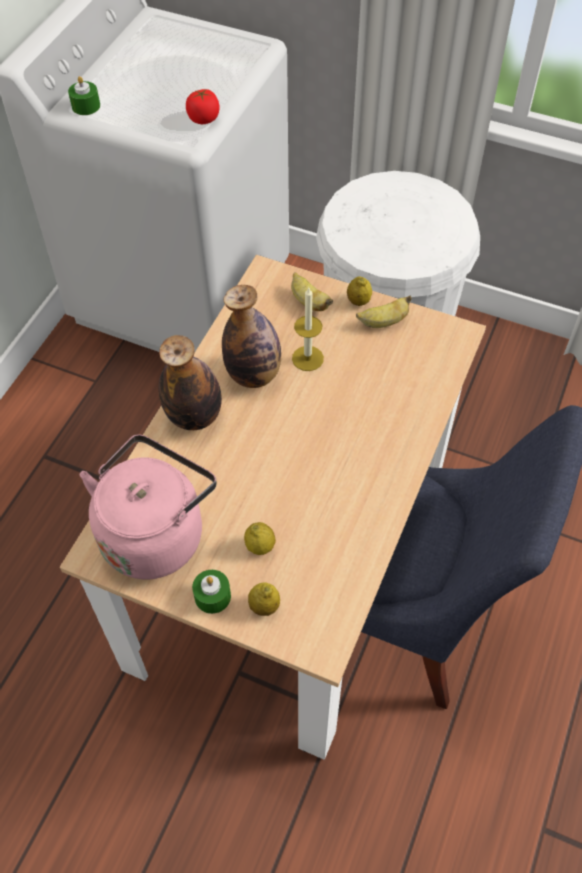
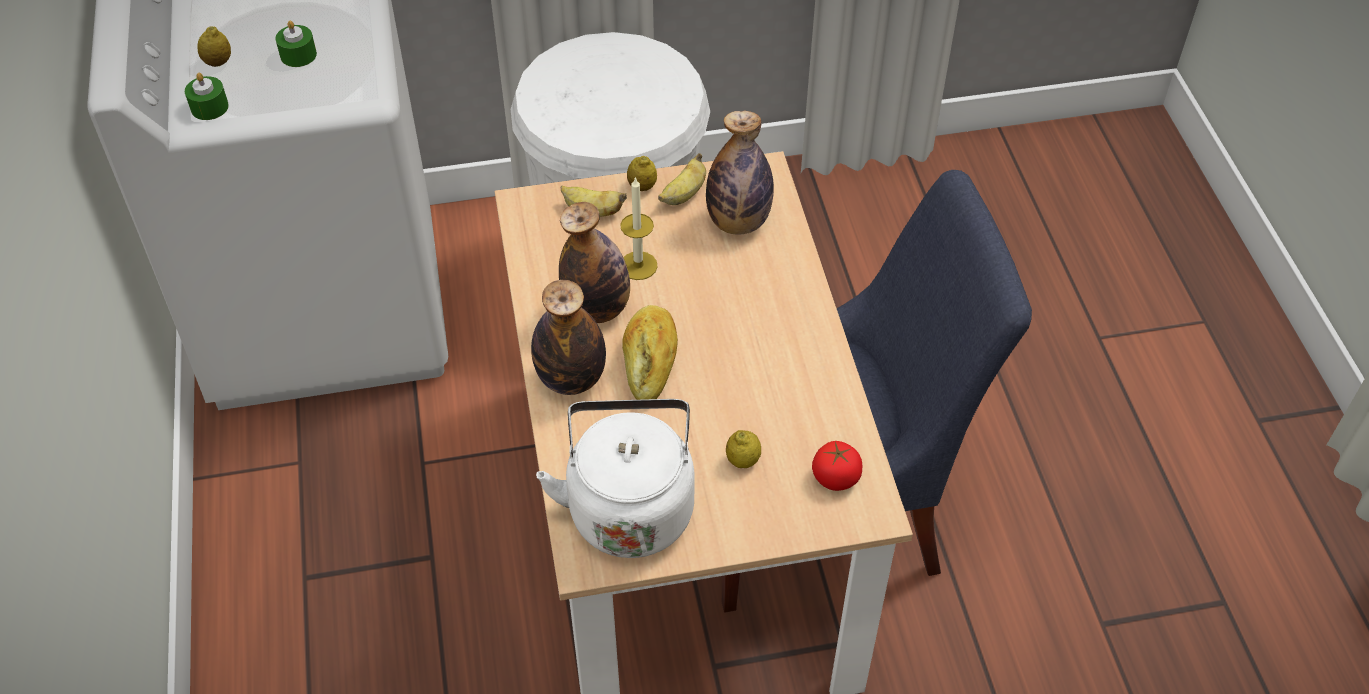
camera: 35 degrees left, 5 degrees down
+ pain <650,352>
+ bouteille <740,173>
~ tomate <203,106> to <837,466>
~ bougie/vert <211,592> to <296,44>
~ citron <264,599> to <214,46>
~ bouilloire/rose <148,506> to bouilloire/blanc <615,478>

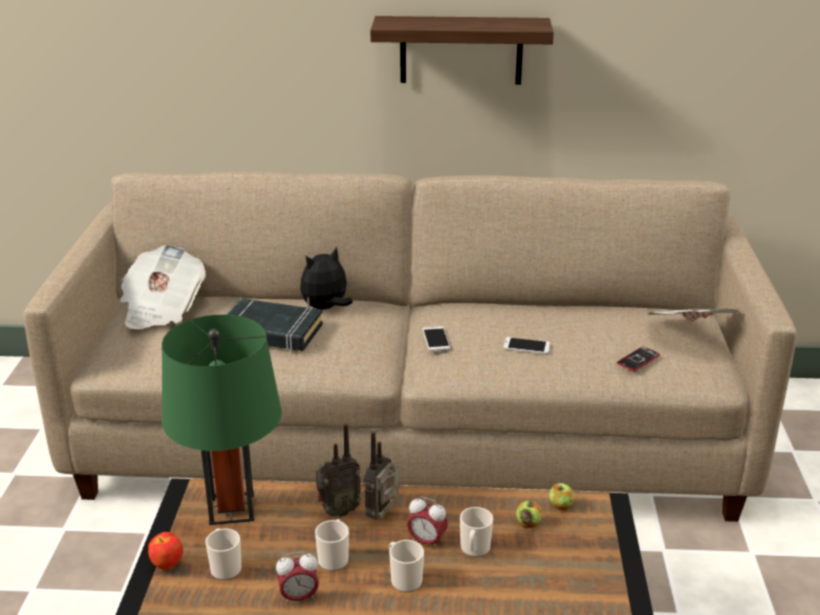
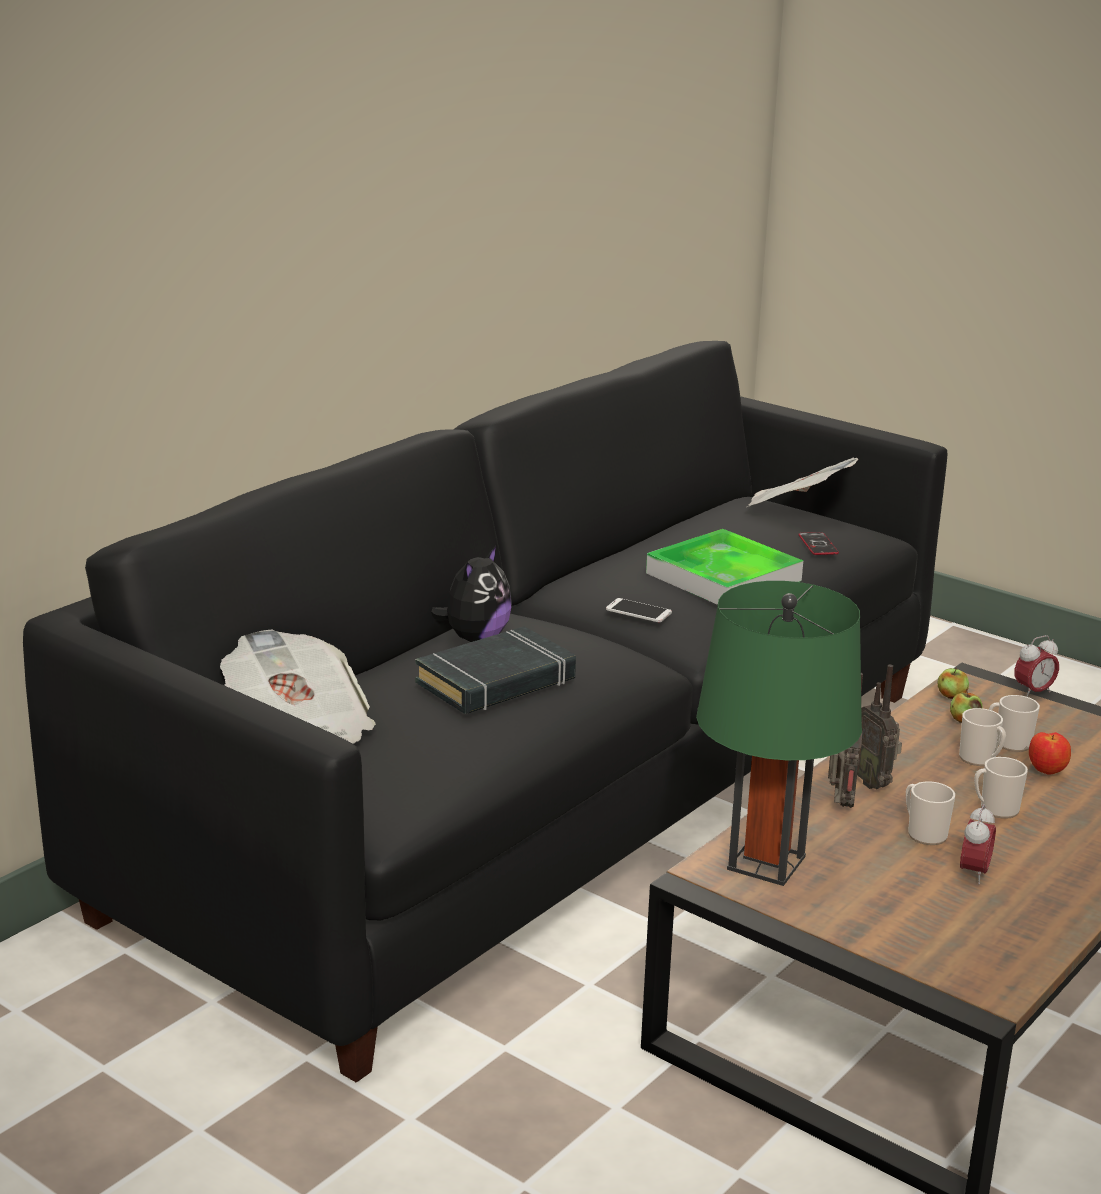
camera: 55 degrees left, 5 degrees down
- étagère <462,50>
~ pomme <165,551> to <1050,753>
~ mug <223,554> to <1014,723>
~ réveil <427,523> to <1036,666>
~ téléphone <527,345> to plateau <724,567>
~ canapé/beige <410,346> to canapé/noir <485,711>
~ peluche <326,278> = <471,593> 150 degrees counterclockwise

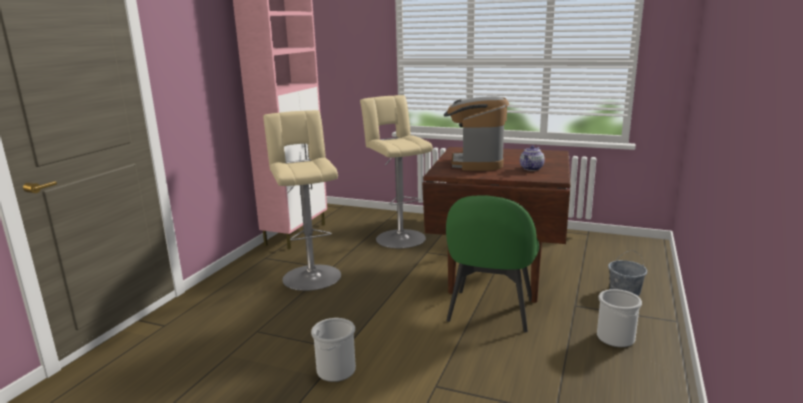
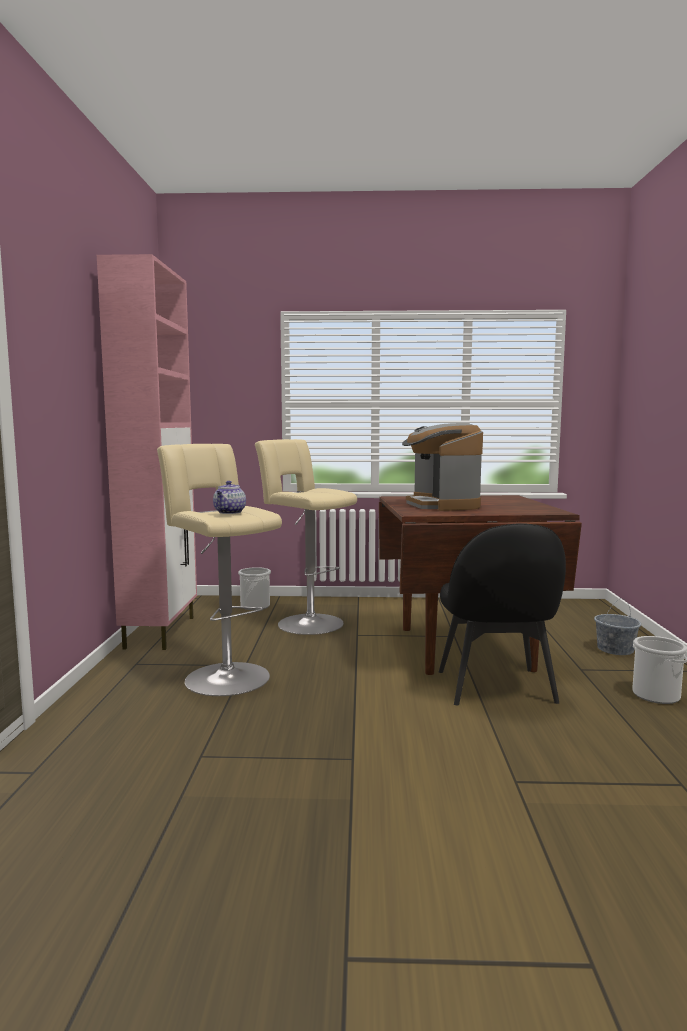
camera: 20 degrees left, 10 degrees down
~ seau <333,350> to <254,588>
~ théière <532,158> to <229,497>
~ chaise/vert <492,263> to chaise/noir <502,614>

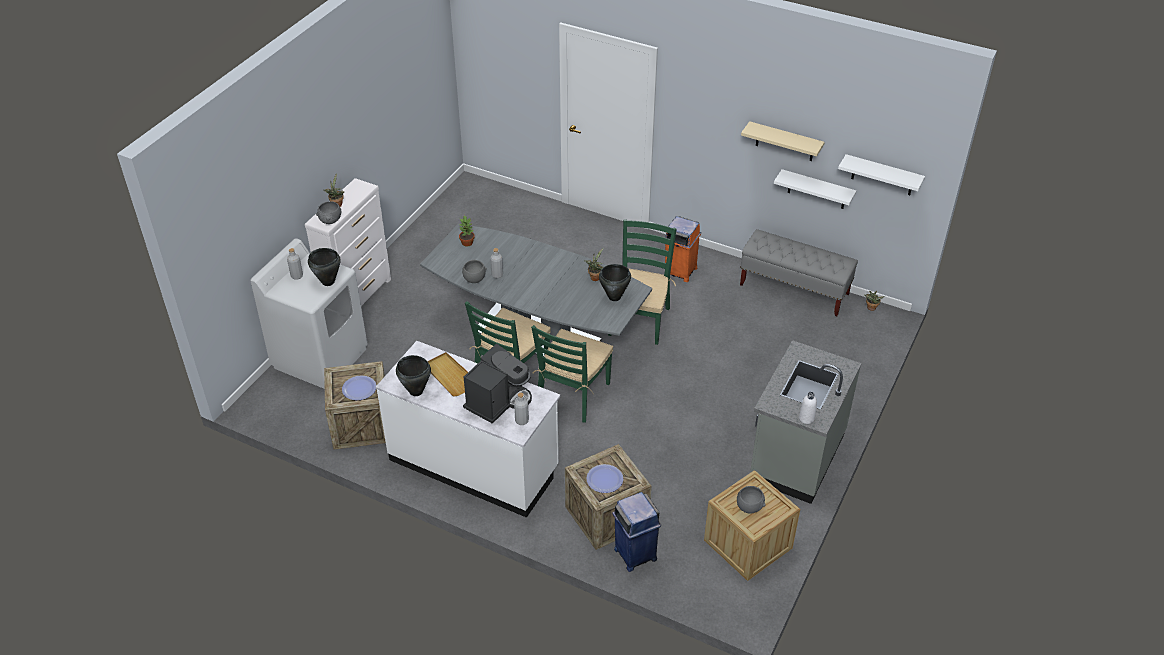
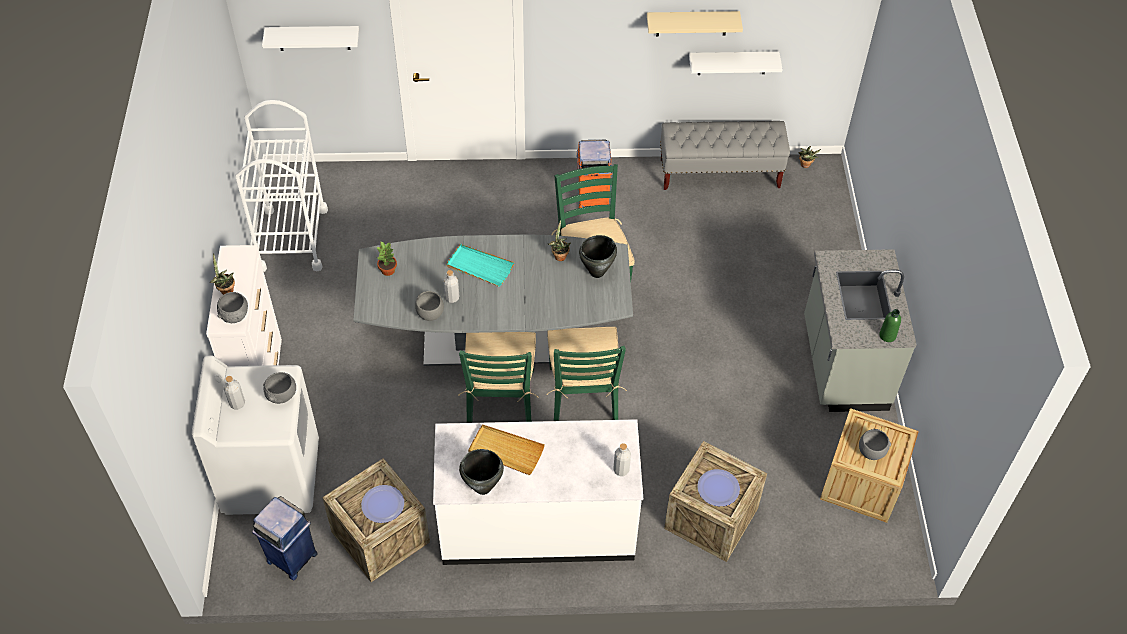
camera: 30 degrees left, 10 degrees up
- machine à café <497,384>
+ chariot/blanc <281,186>
+ plateau/turquoise <480,265>
~ poubelle/bleu <636,532> to <285,538>
~ étagère/blanc <881,174> to <310,38>
~ marmite/noir <324,267> to bol/gris <279,388>
~ bouteille/blanc <808,408> to bouteille/vert <890,325>

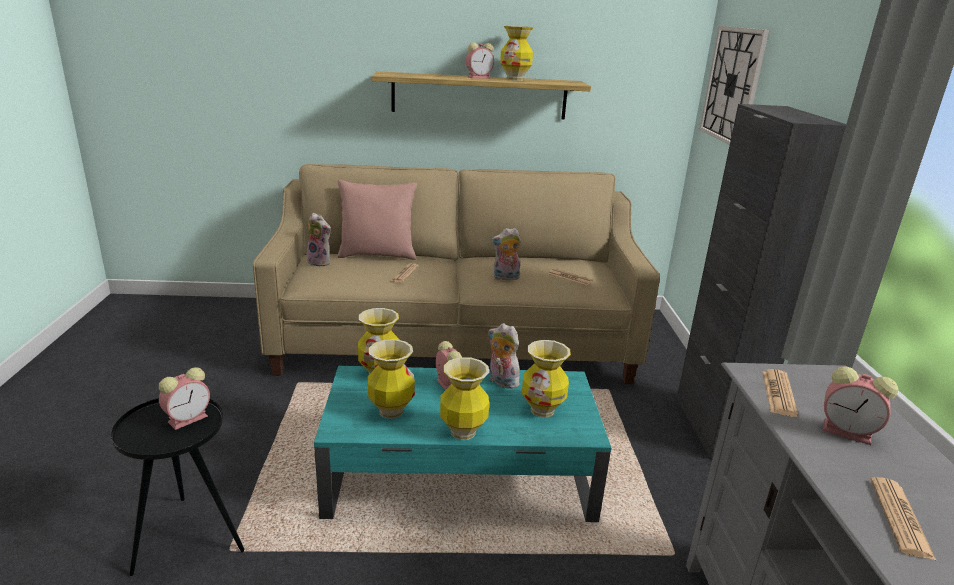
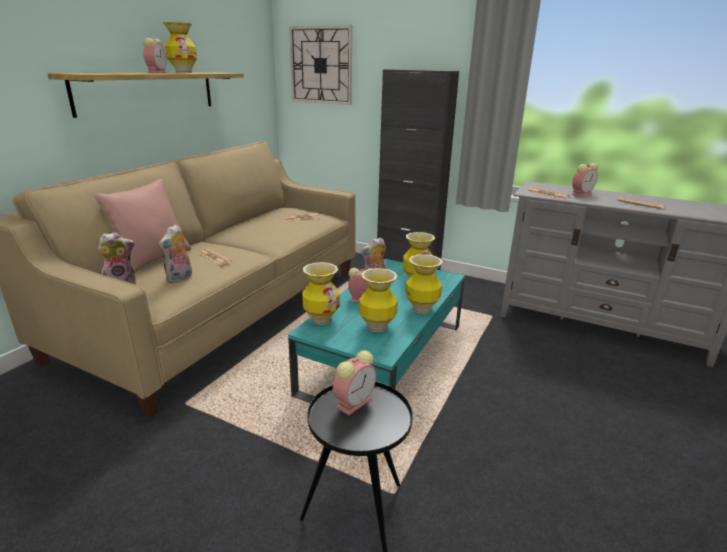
camera: 60 degrees left, 0 degrees up
~ peluche <506,254> to <175,253>
~ réveil <184,398> = <354,383> 60 degrees clockwise

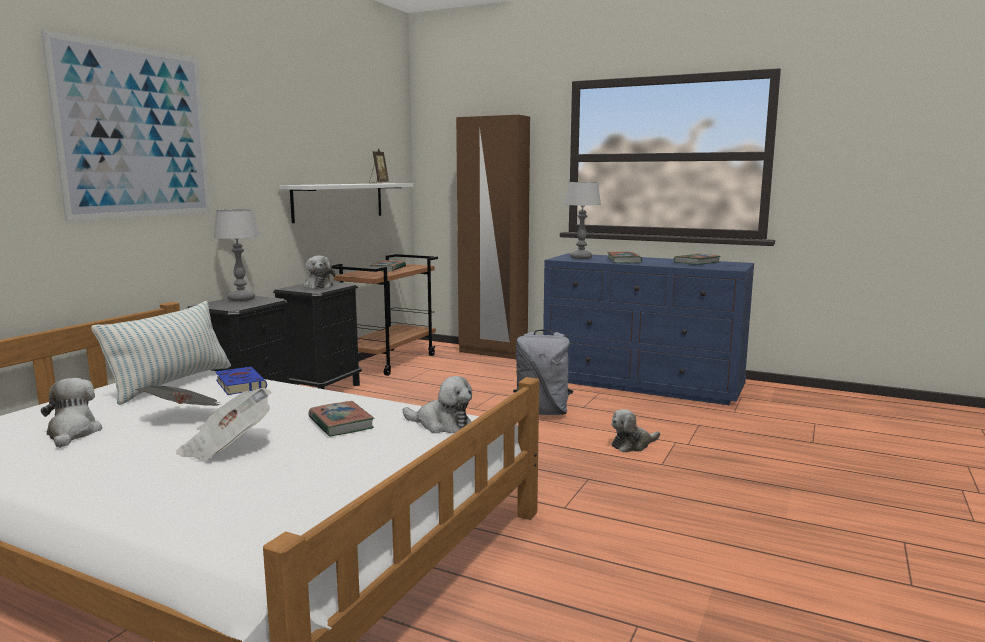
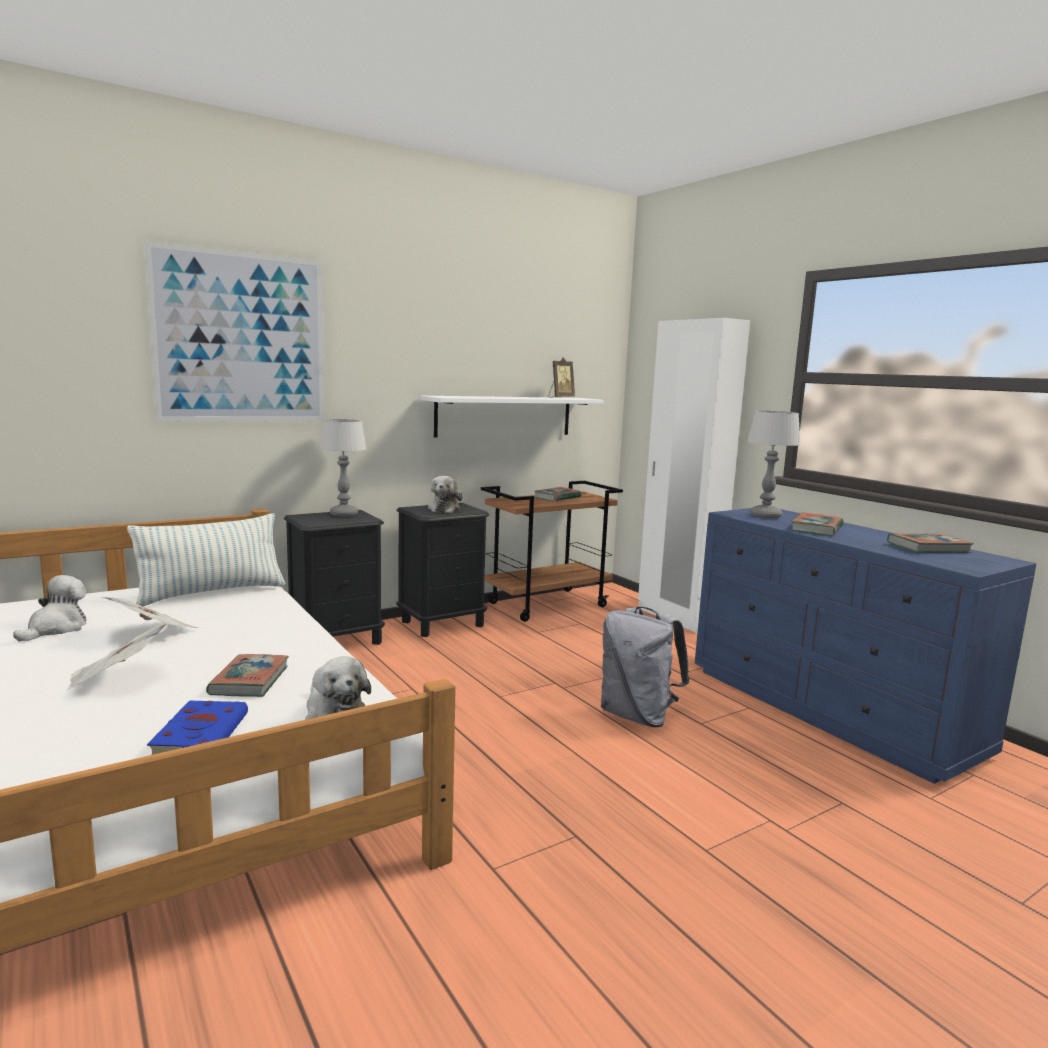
camera: 30 degrees right, 0 degrees up
- peluche <636,430>
~ livre/bleu <241,381> to <197,728>
~ armoire/marron <493,237> to armoire/blanc <694,475>

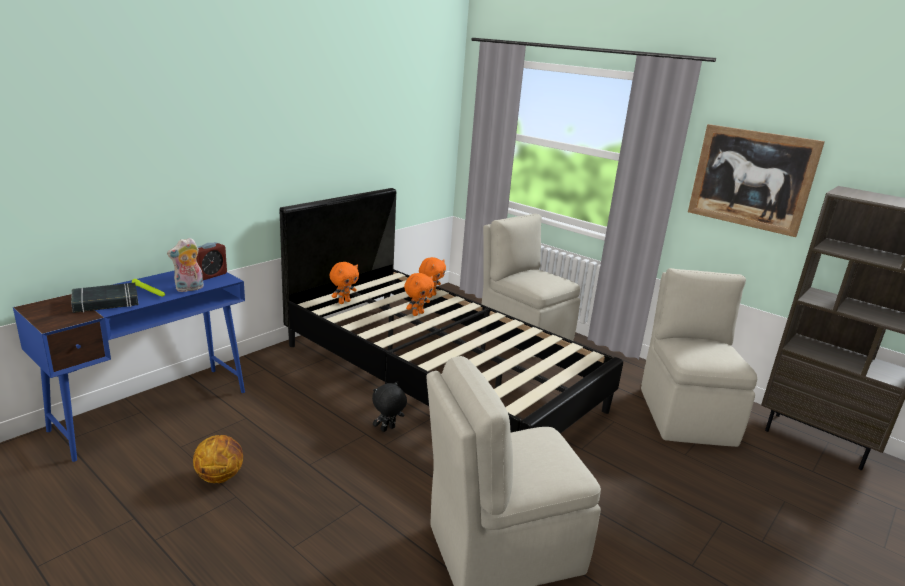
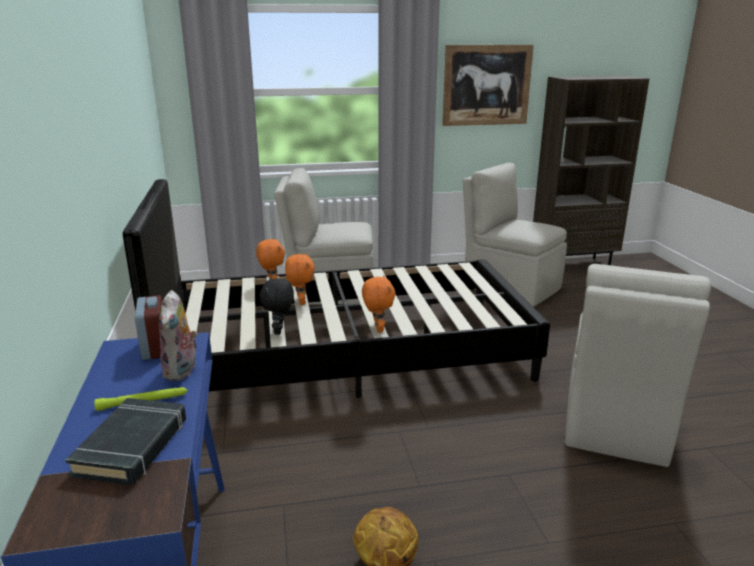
camera: 50 degrees left, 0 degrees up
~ peluche/orange <344,283> to <379,304>
~ peluche/noir <389,406> to <276,306>

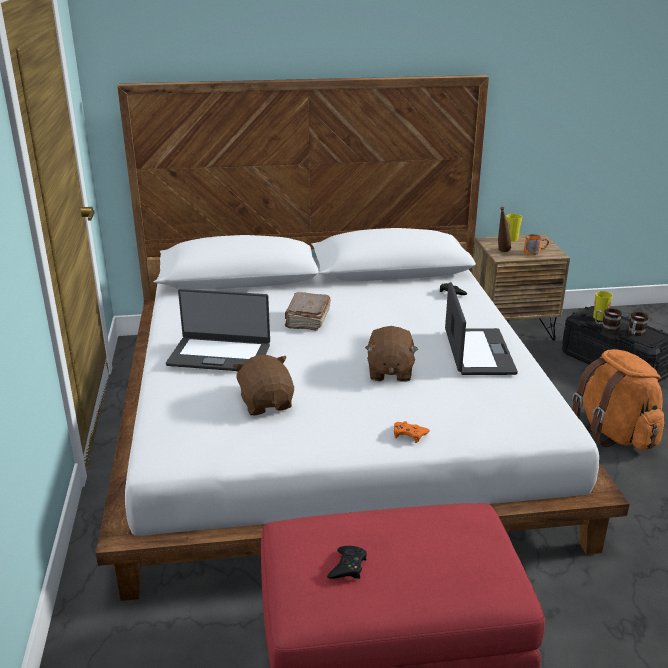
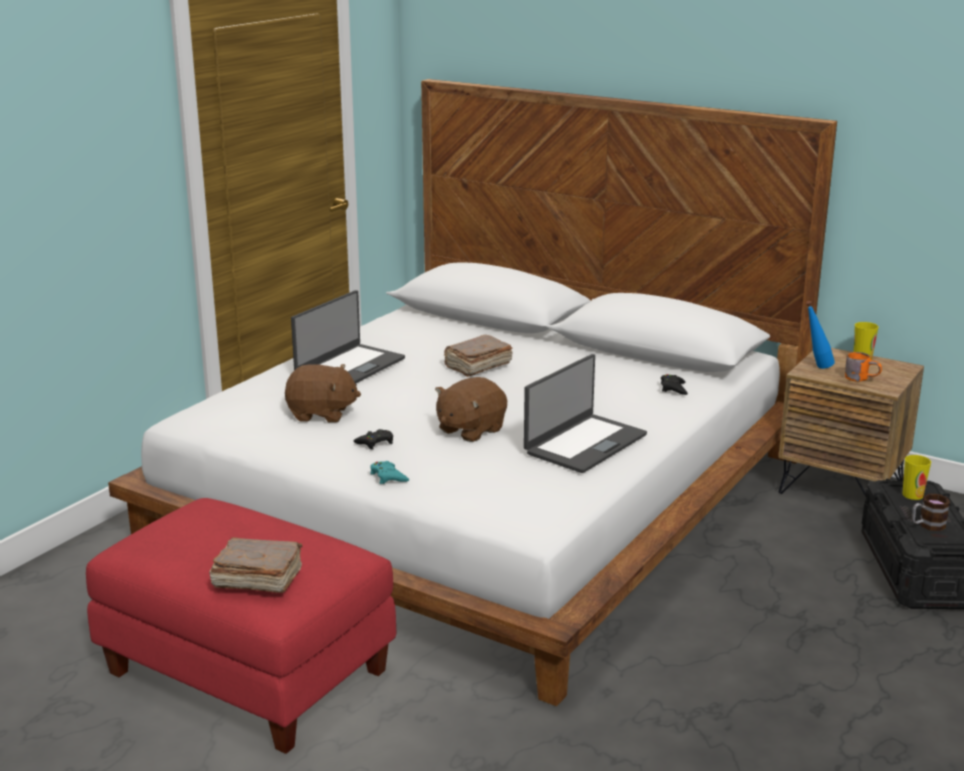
camera: 40 degrees right, 5 degrees down
- sac à dos/orange <618,399>
- mug <608,320>
+ livre/marron <256,565>
~ manette/noir <347,562> to <373,439>
~ manette/orange <412,432> to manette/turquoise <389,472>
~ bouteille/marron <504,229> to bouteille/bleu <820,335>
~ ordinateur portable <218,330> = <348,337> 105 degrees counterclockwise
~ peluche/marron <263,385> = <323,393> 75 degrees clockwise

